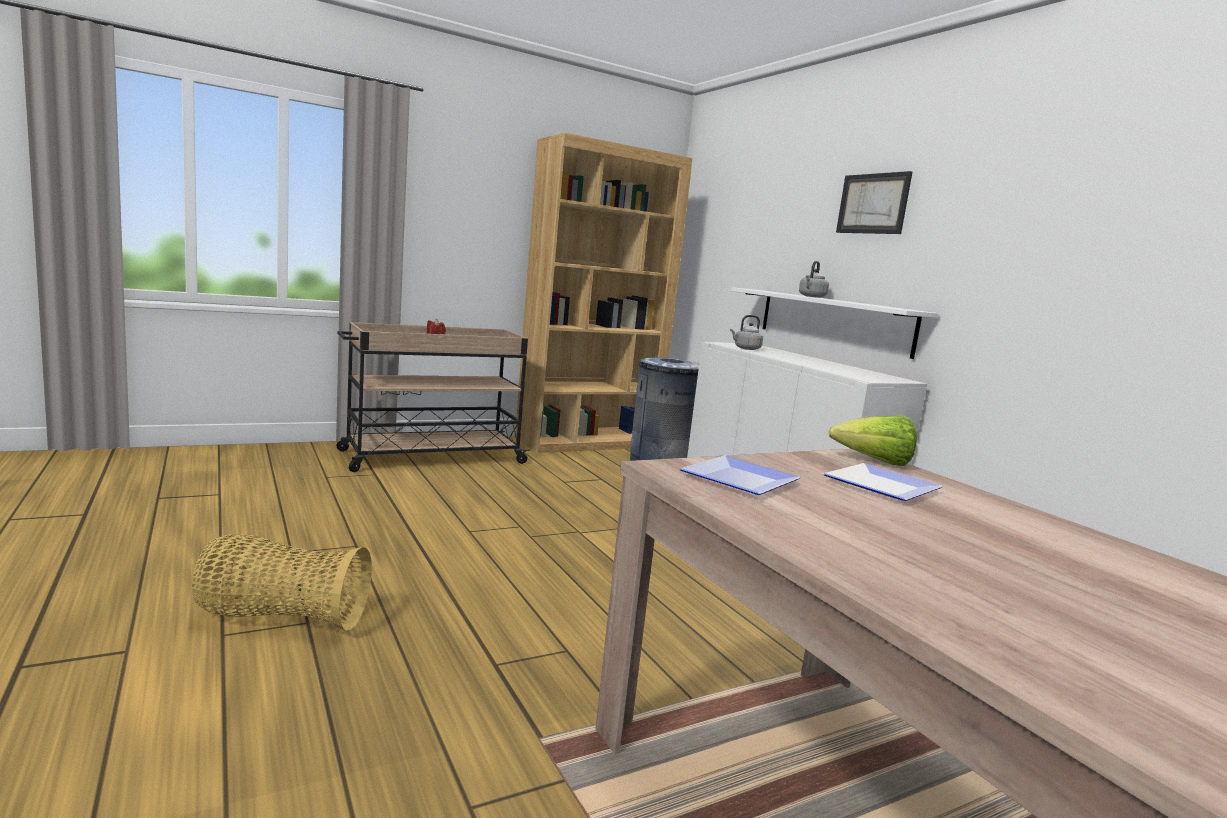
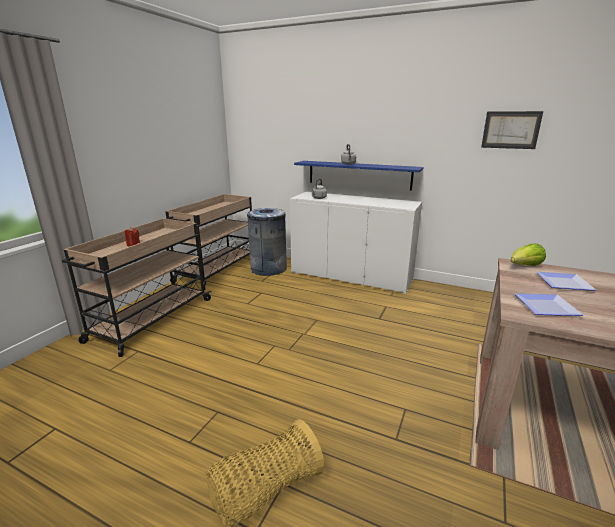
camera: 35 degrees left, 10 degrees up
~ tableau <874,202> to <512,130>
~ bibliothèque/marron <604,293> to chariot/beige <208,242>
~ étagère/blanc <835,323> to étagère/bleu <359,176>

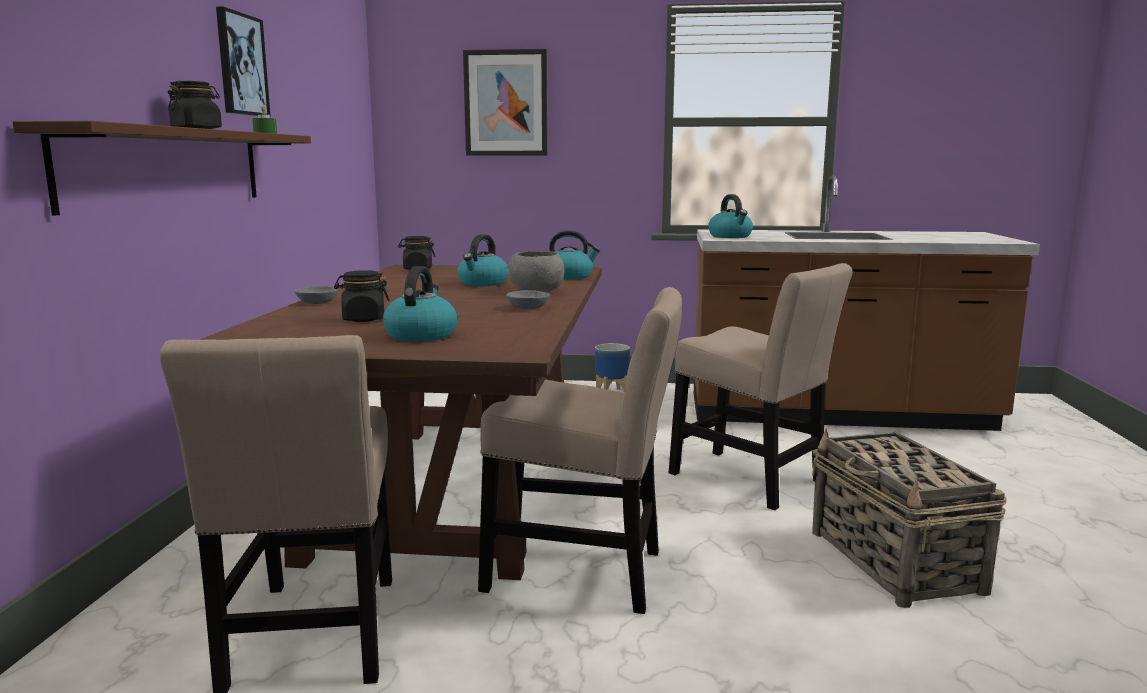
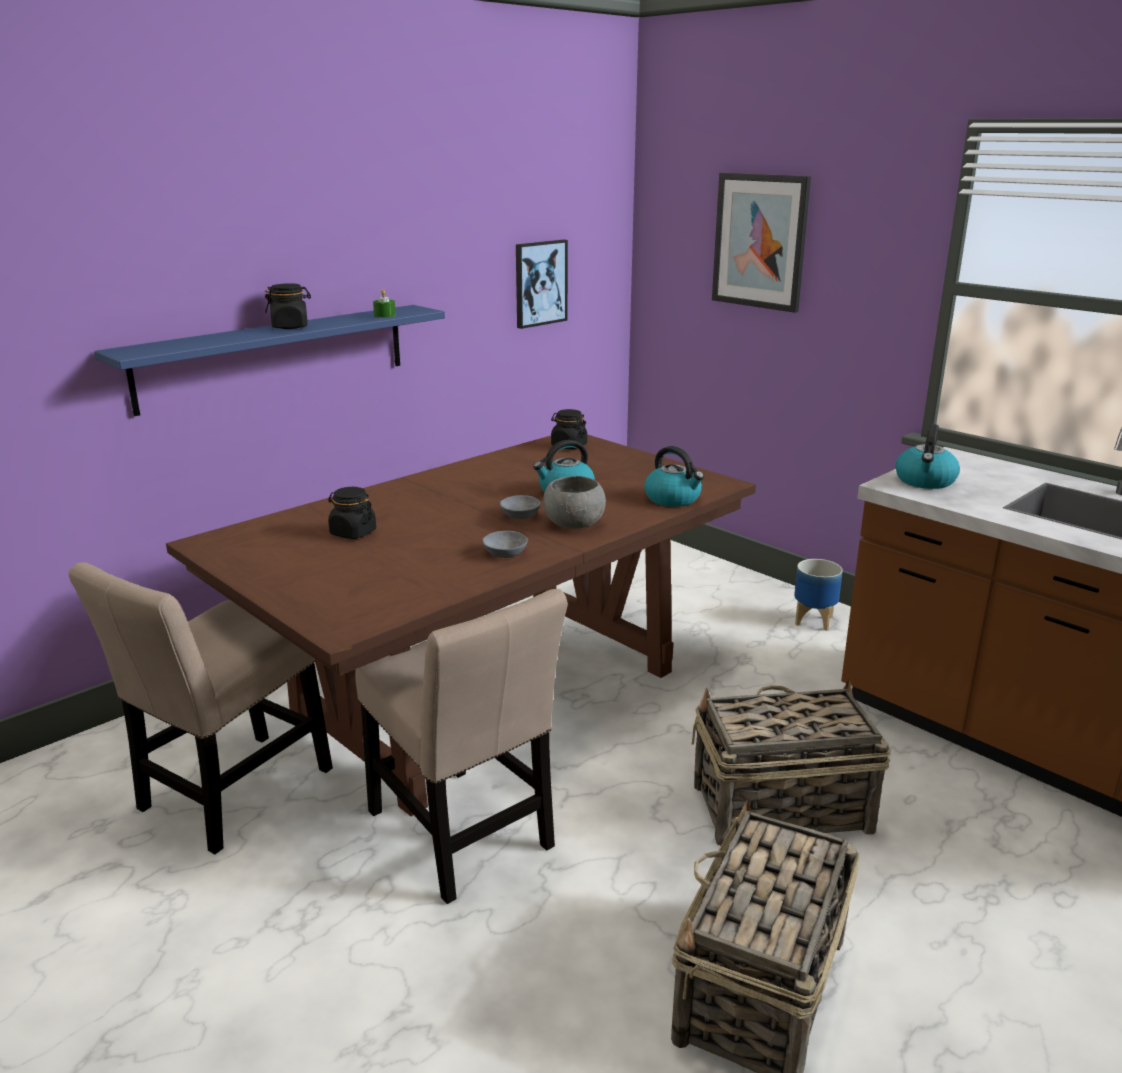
camera: 40 degrees right, 10 degrees up
- bouilloire <420,304>
~ tableau <243,62> to <542,284>
~ bol/gris <316,295> to <520,507>
~ chaise/beige <760,386> to panier <791,762>
~ étagère/marron <161,168> to étagère/bleu <269,360>

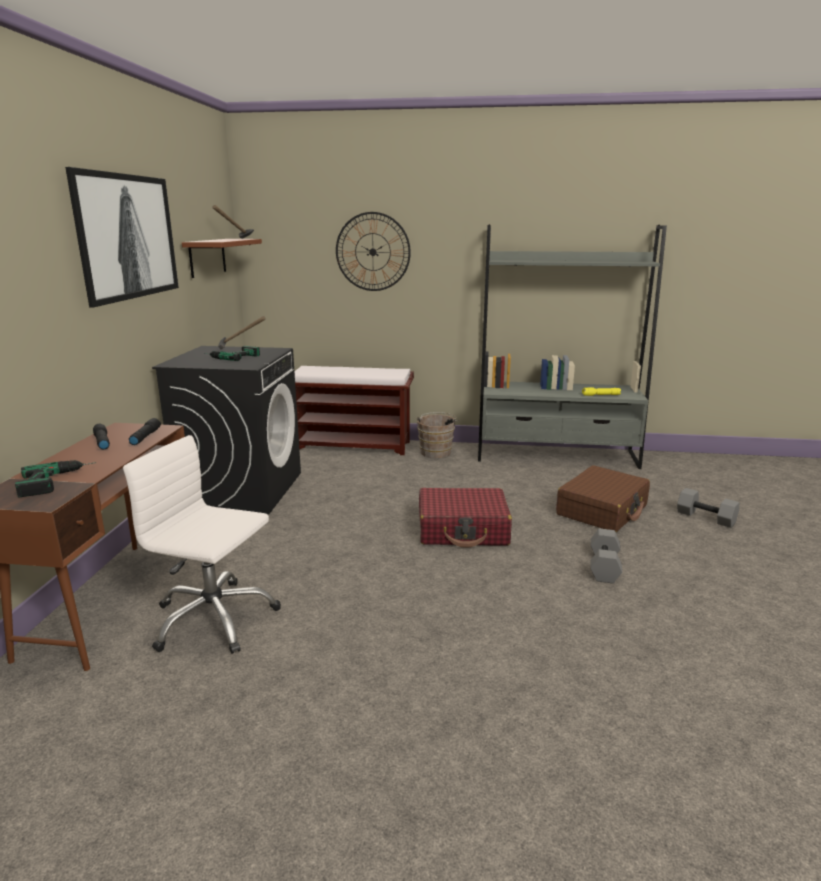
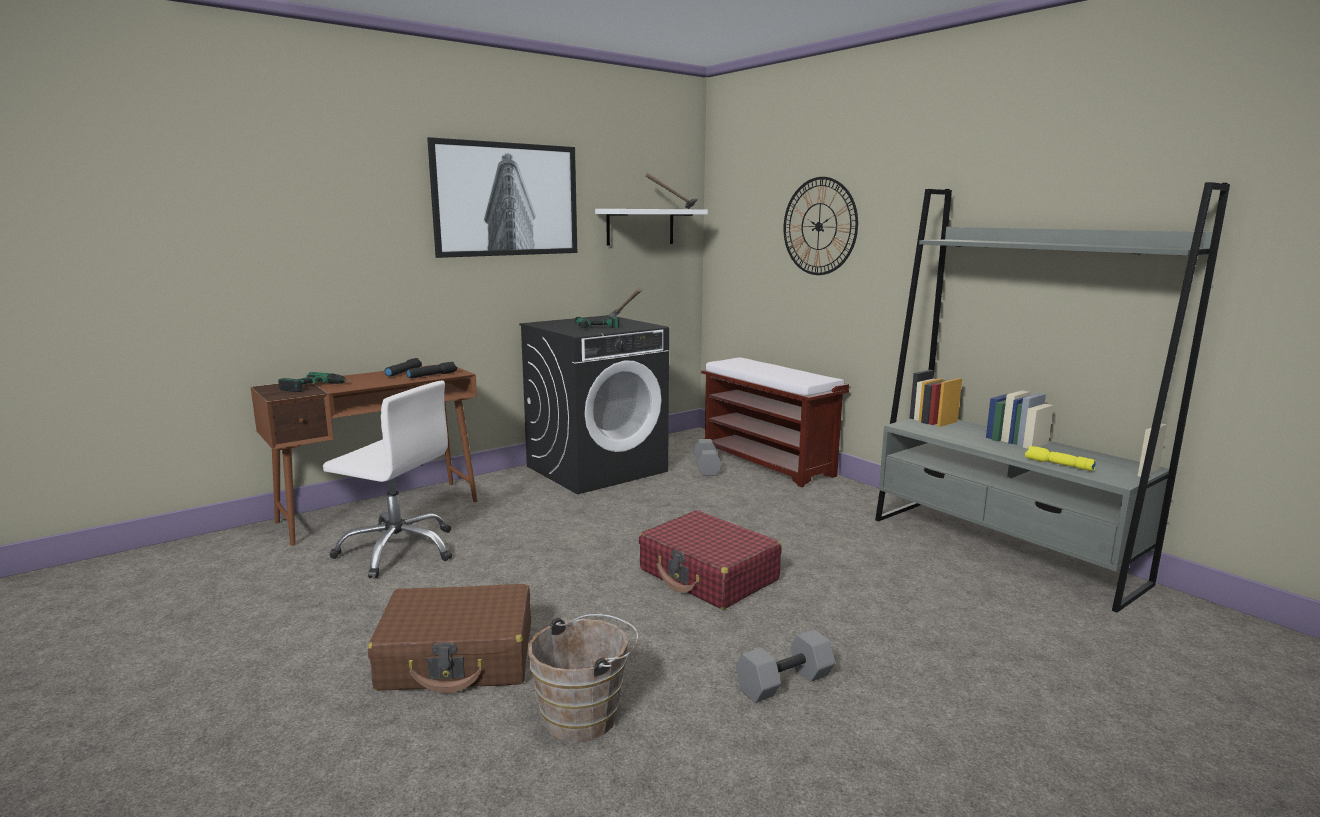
camera: 45 degrees right, 5 degrees down
~ seau/marron <437,435> to <583,678>
~ valise/marron <603,498> to <449,638>
~ haltère/gris <708,508> to <707,457>
~ étagère/marron <222,258> to étagère/blanc <651,227>
~ chaise de bureau/blanc <202,544> = <387,479> 135 degrees clockwise

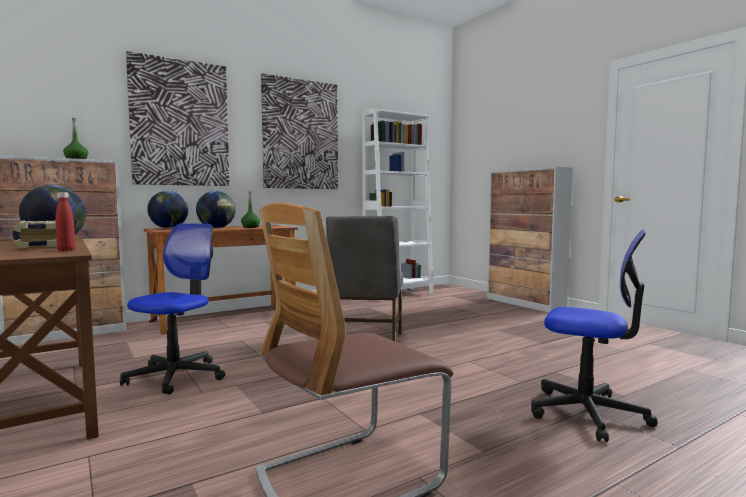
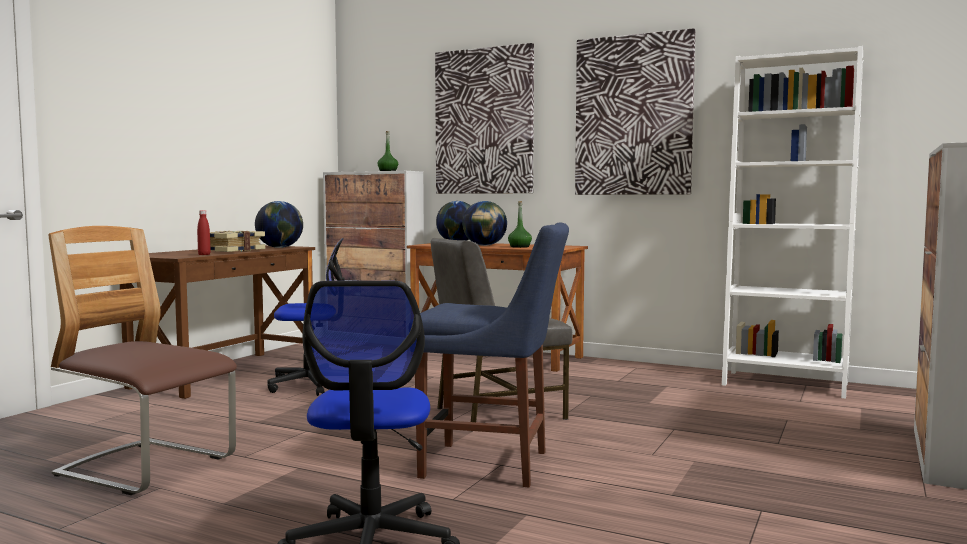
camera: 60 degrees right, 0 degrees up
+ chaise/bleu <492,355>

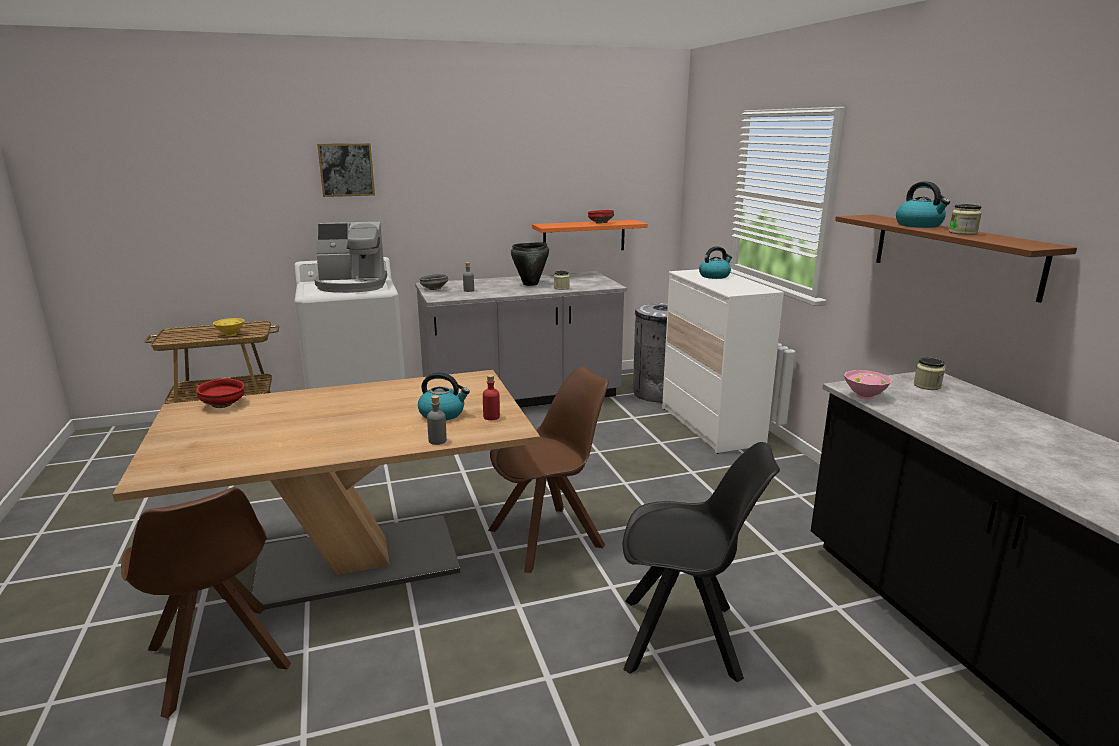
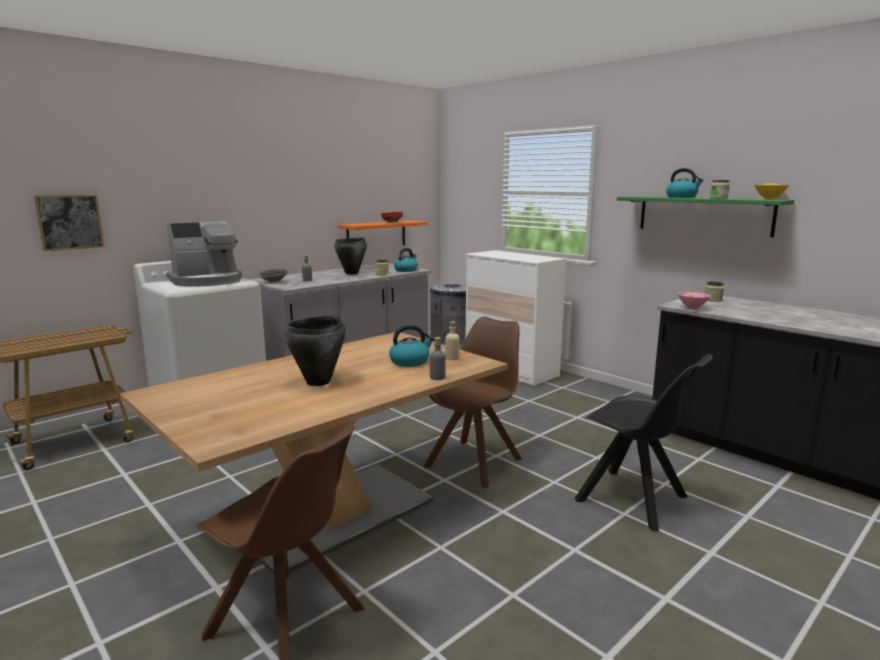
camera: 25 degrees left, 5 degrees down
- bol/rouge <220,393>
+ marmite/noir <315,351>
~ bol/jaune <228,327> to <771,191>
~ tableau <346,170> to <69,223>
~ bouilloire <715,262> to <406,260>
~ bouteille/rouge <491,397> to bouteille/beige <452,340>
~ étagère/marron <956,259> to étagère/vert <706,216>
~ chaise/noir <701,562> = <643,442> 60 degrees clockwise

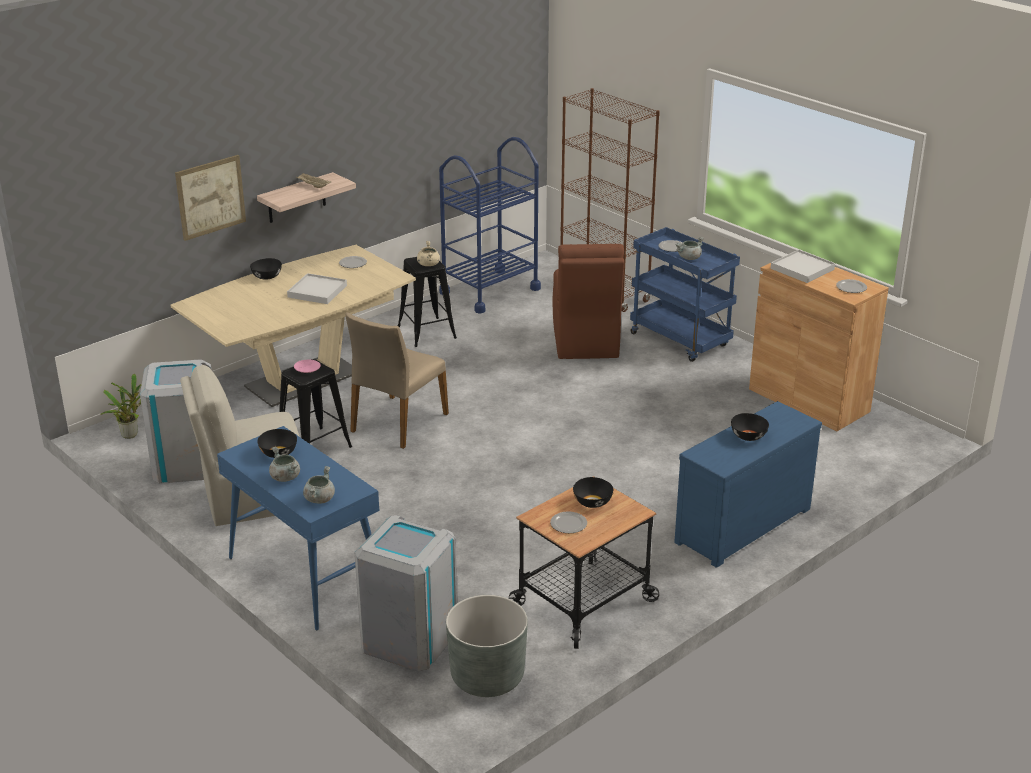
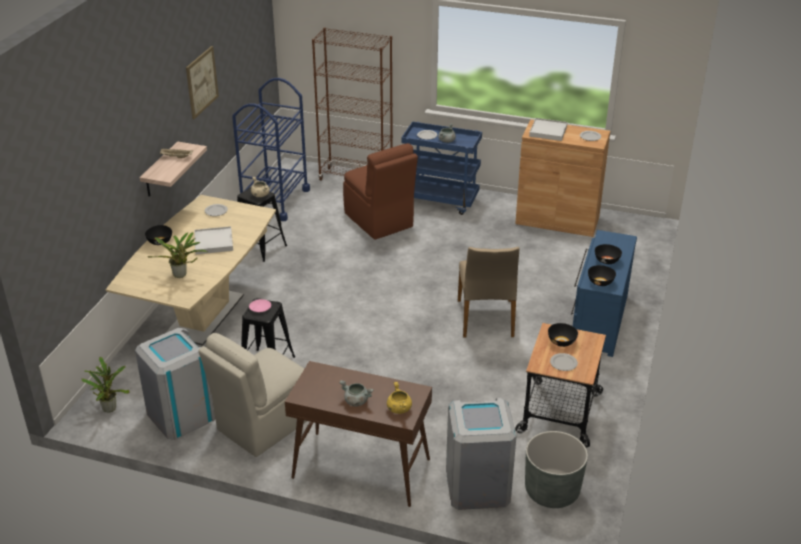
camera: 30 degrees left, 5 degrees up
+ plante en pot <177,255>
~ tableau <210,198> to <202,82>
~ bol/noir <277,443> to <602,275>
~ chaise/beige <397,380> to <488,292>
~ table console/bleu <298,528> to table console/marron <358,434>
~ marmite/gris <319,485> to marmite/jaune <399,398>

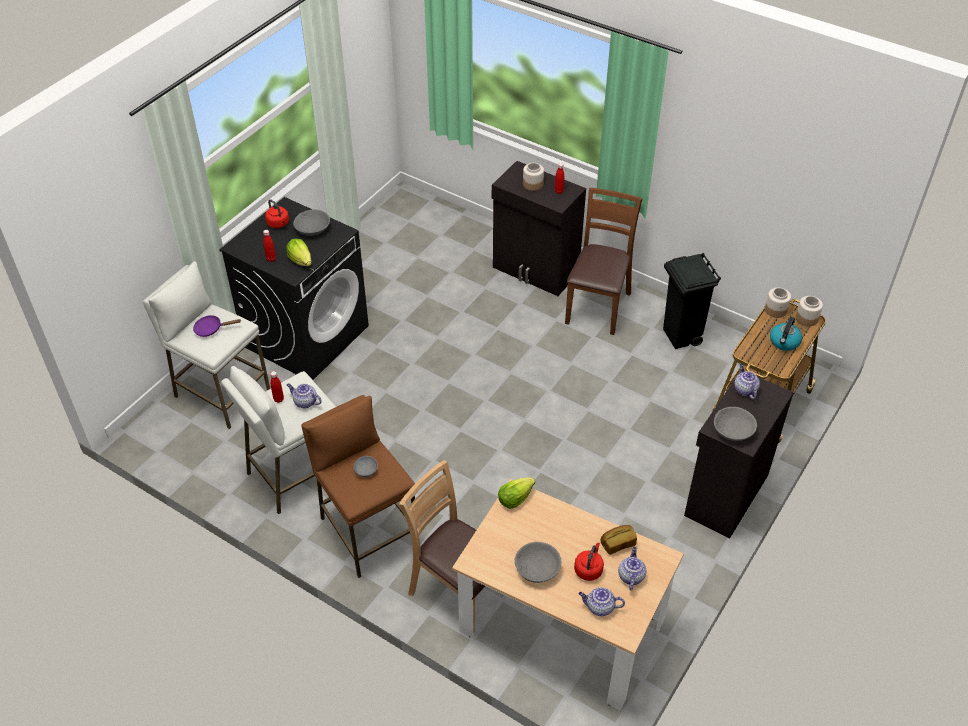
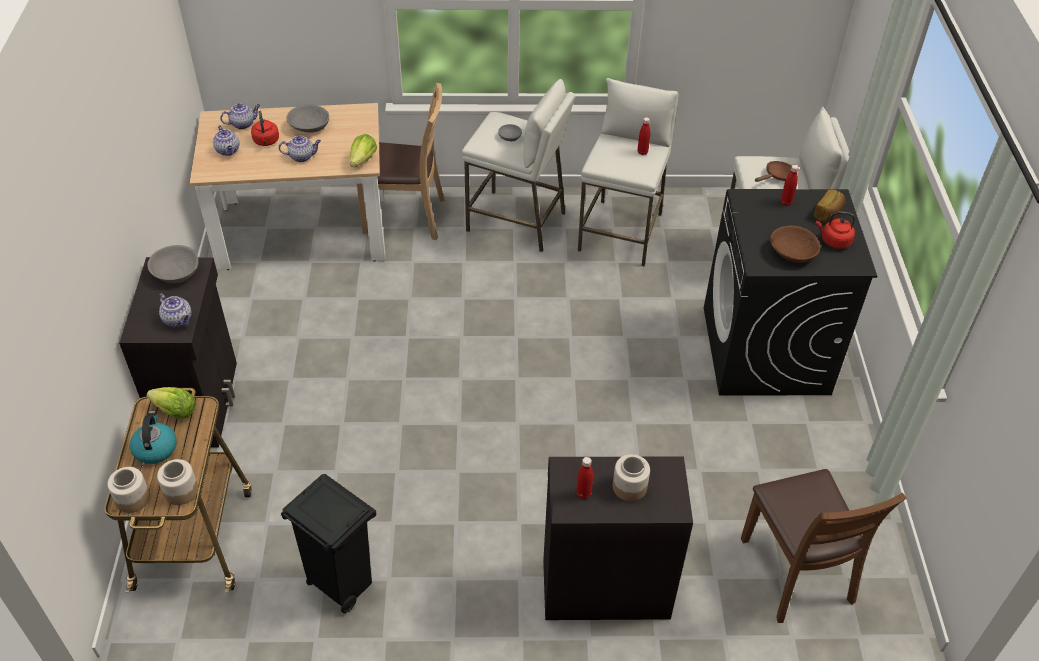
camera: 145 degrees right, 0 degrees up
~ laitue <298,252> to <171,403>
~ théière <304,396> to <300,148>
~ chaise/marron <603,261> to <824,546>
~ pain <619,540> to <830,206>
~ poêle/violet <217,326> to poêle/marron <773,171>
~ bol/gris <311,223> to bol/marron <795,244>
~ tabouret/marron <358,486> to tabouret/blanc <518,165>

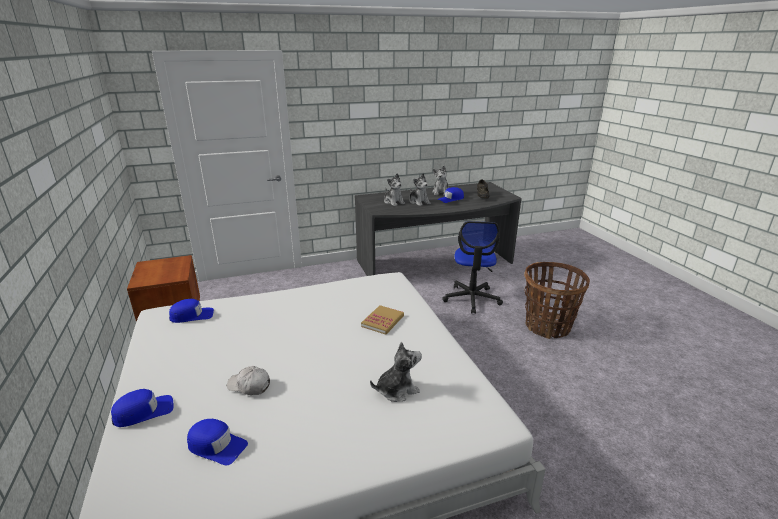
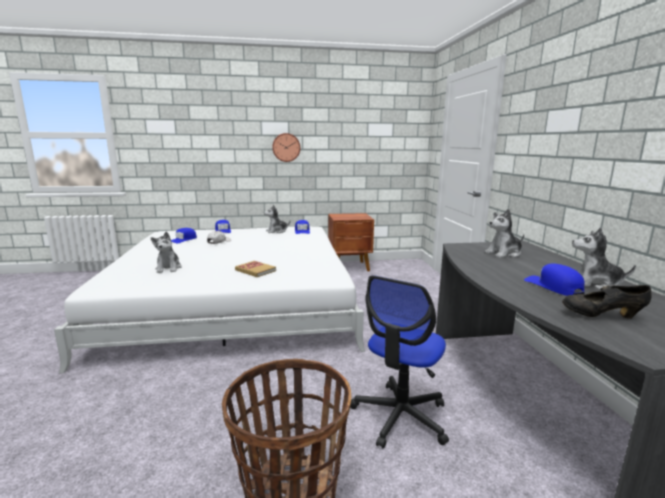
camera: 100 degrees right, 10 degrees down
+ horloge murale <286,147>
~ peluche <419,189> to <277,218>
~ chaise de bureau <472,267> = <399,361> 75 degrees counterclockwise

